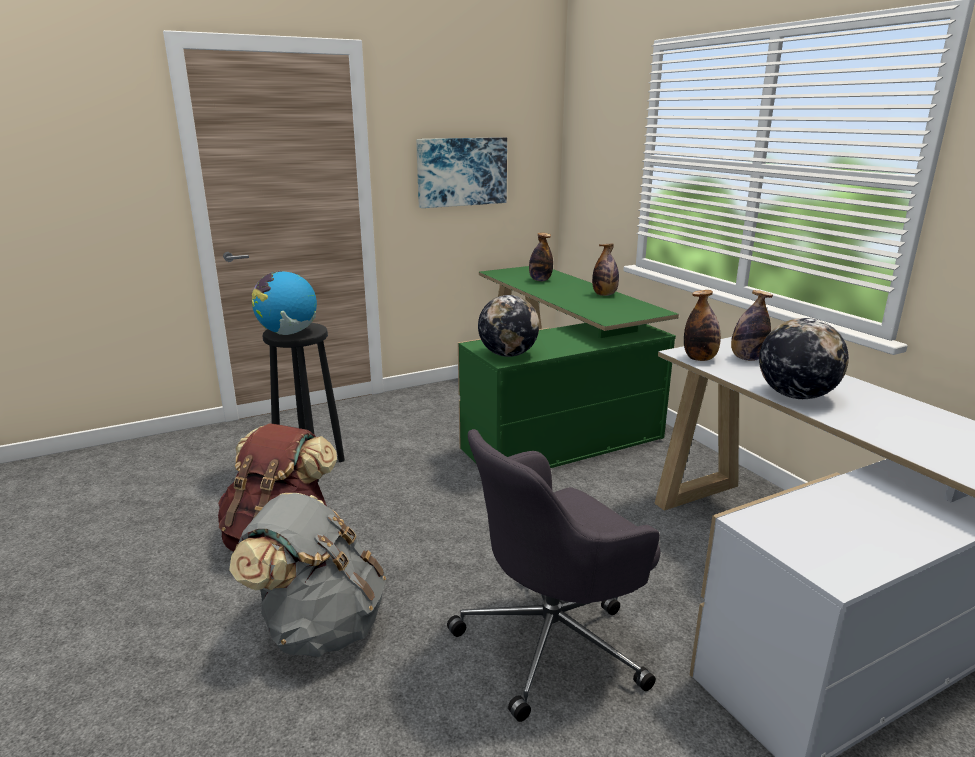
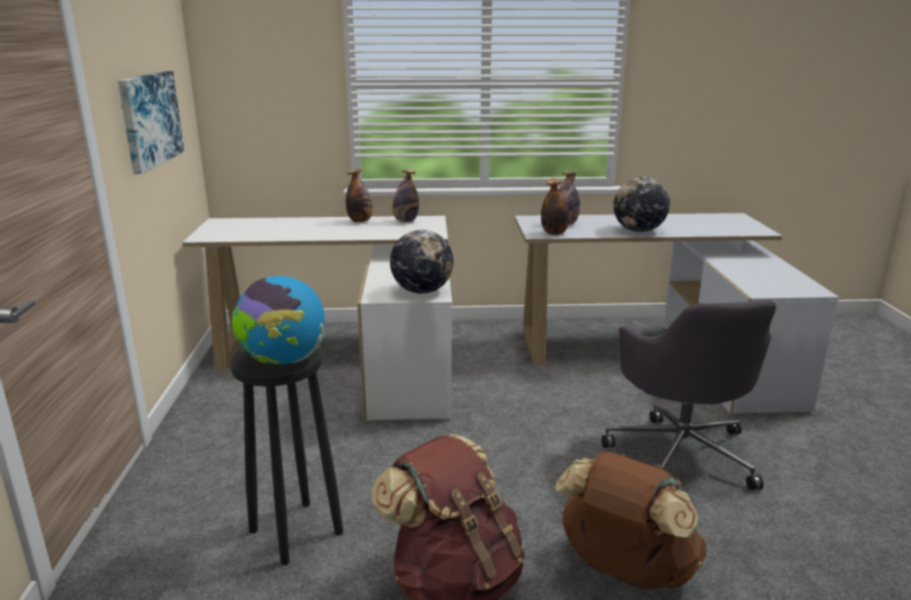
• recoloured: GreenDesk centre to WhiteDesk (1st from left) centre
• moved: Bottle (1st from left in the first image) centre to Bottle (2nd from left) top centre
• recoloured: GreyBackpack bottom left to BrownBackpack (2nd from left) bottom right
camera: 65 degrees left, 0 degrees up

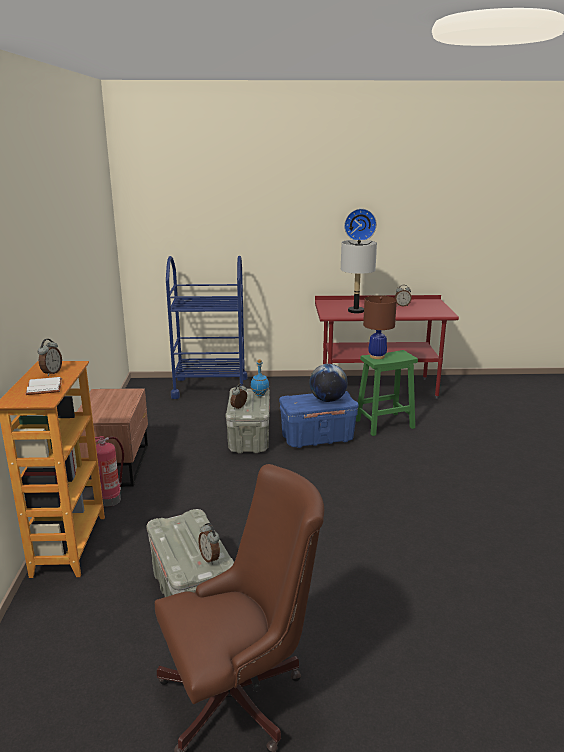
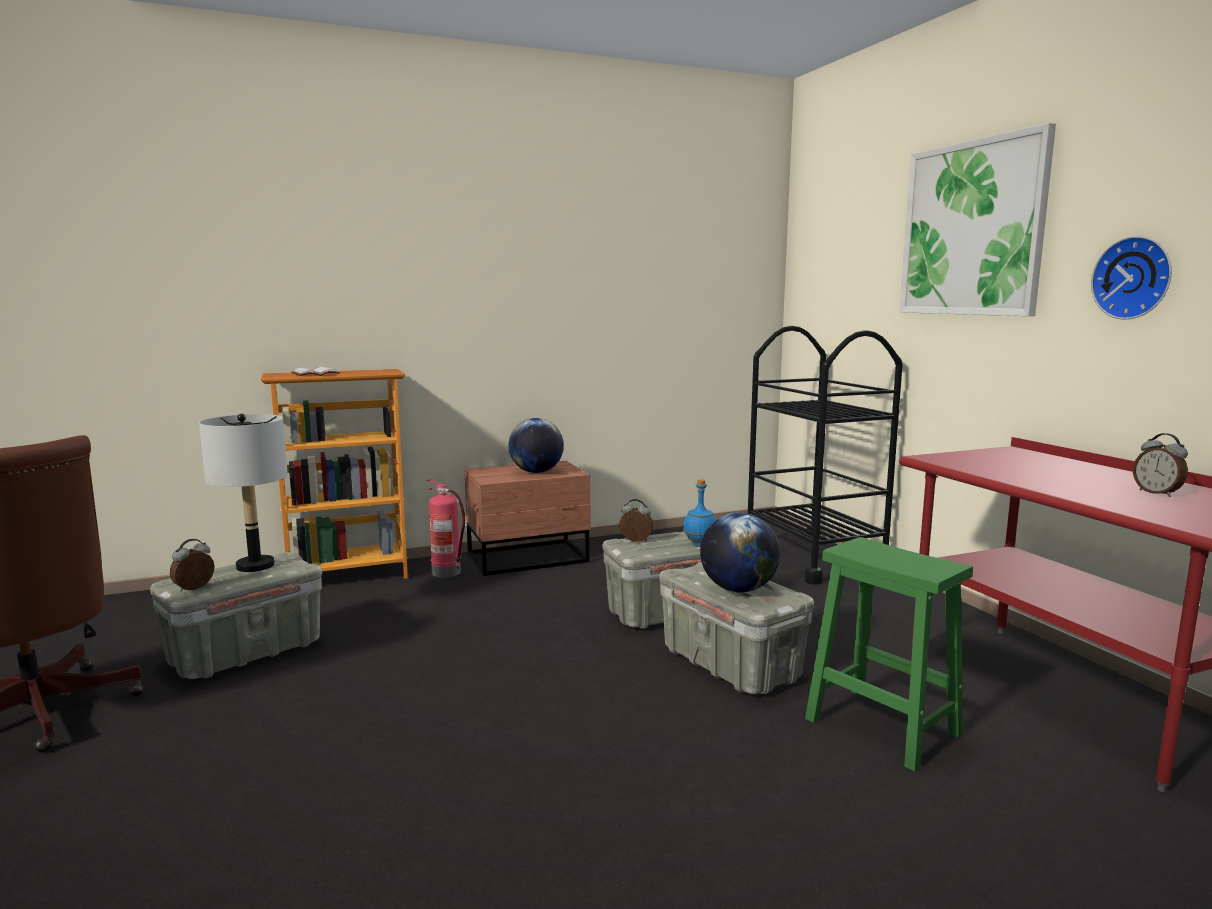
• moved: GreyTableLamp centre to middle left
• added: Globe (1st from left) centre
• recoloured: BlueStorageBox centre to GreyStorageBox (3rd from left) bottom centre
• recoloured: BlueCart centre to BlackCart middle right
• added: Picture top right
• removed: AlarmClock (1st from left) middle left
• removed: BrownTableLamp middle right
camera: 70 degrees right, 10 degrees down

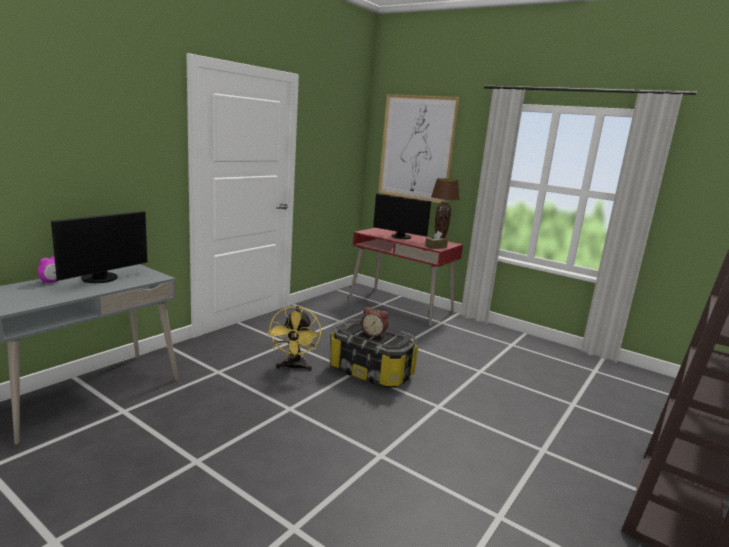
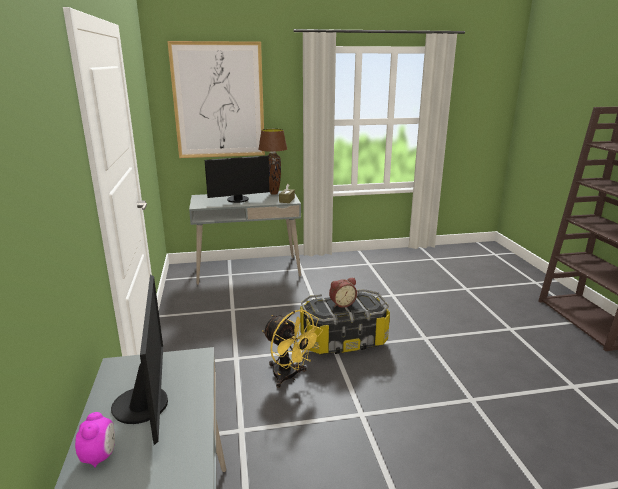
• recoloured: RedDesk centre to GreyDesk (2nd from left) centre
camera: 45 degrees left, 5 degrees up

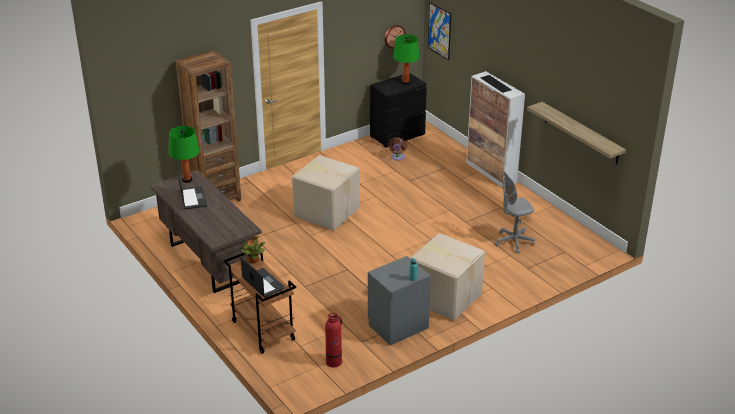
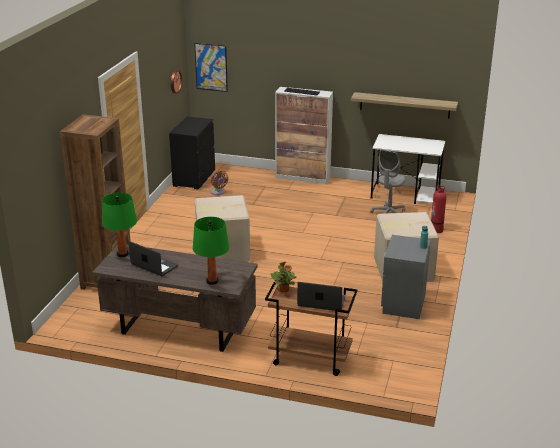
• moved: GreenTableLamp (2nd from left) top centre to centre
• added: WhiteDesk middle right
• moved: FireExtinguisher bottom centre to middle right
camera: 40 degrees left, 5 degrees down

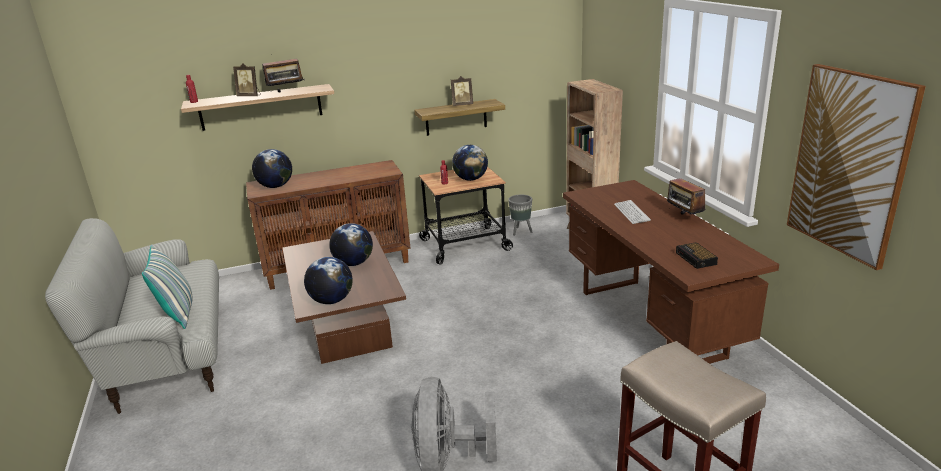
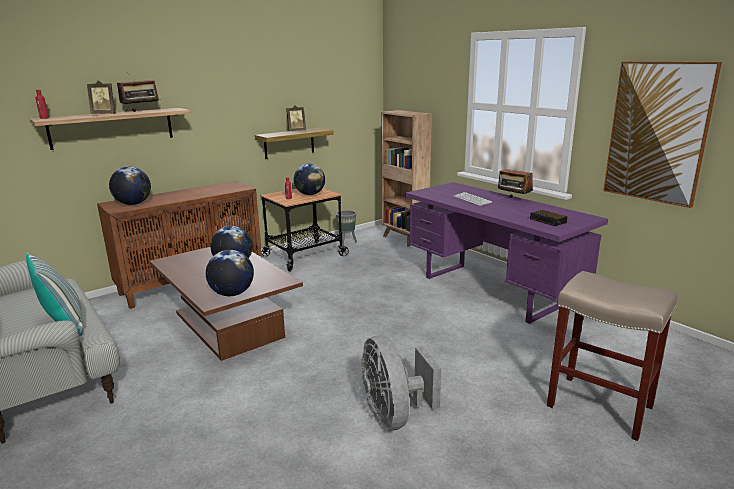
• recoloured: BrownDesk middle right to PurpleDesk middle right
camera: 20 degrees left, 5 degrees down

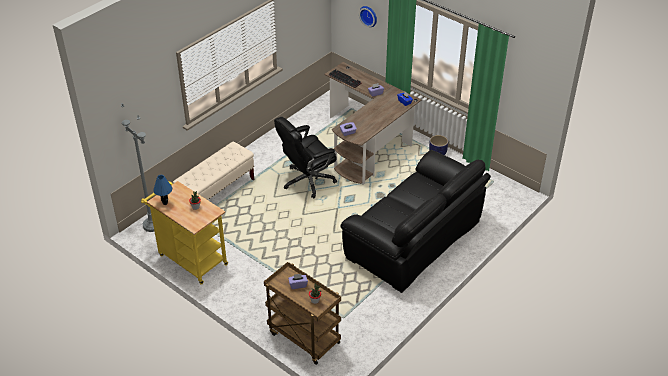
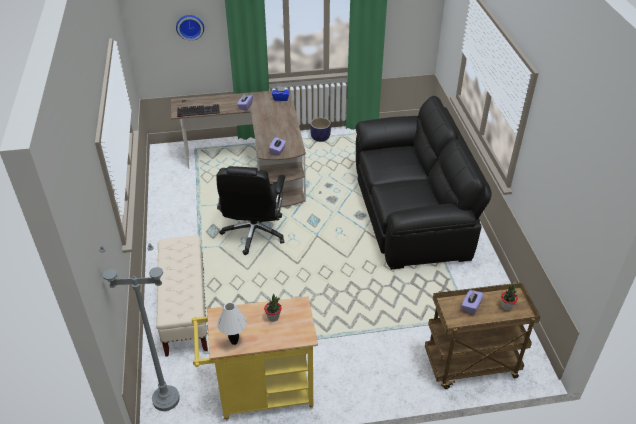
• recoloured: BlueTableLamp middle left to WhiteTableLamp bottom centre
camera: 50 degrees left, 0 degrees up

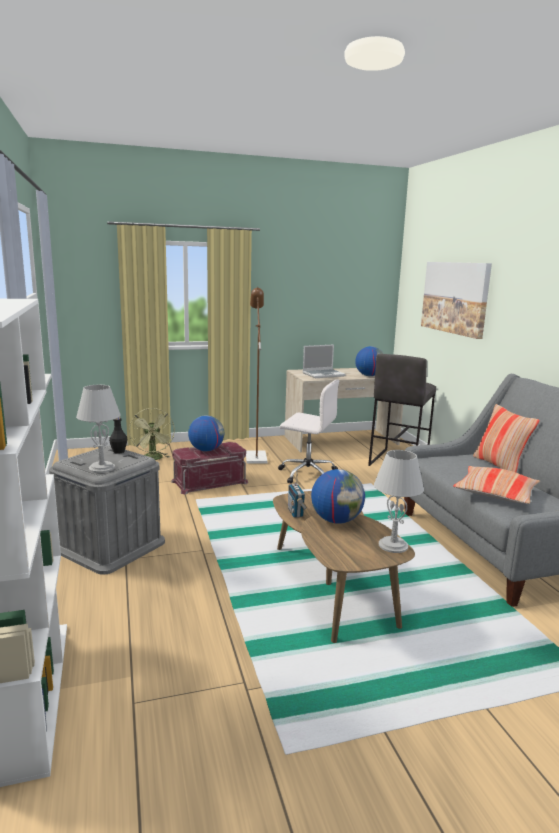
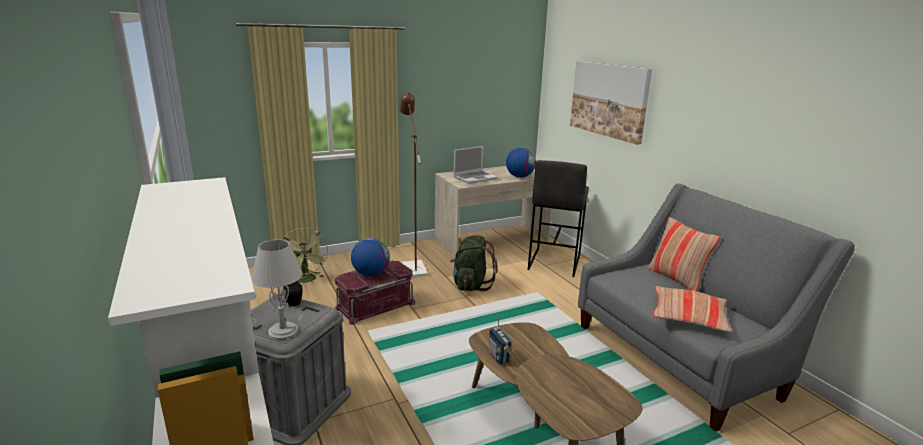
• replaced: WhiteOfficeChair centre to GreenBackpack centre
• removed: Globe (2nd from left) centre
• removed: GreyTableLamp (2nd from left) middle right
camera: 10 degrees left, 5 degrees up

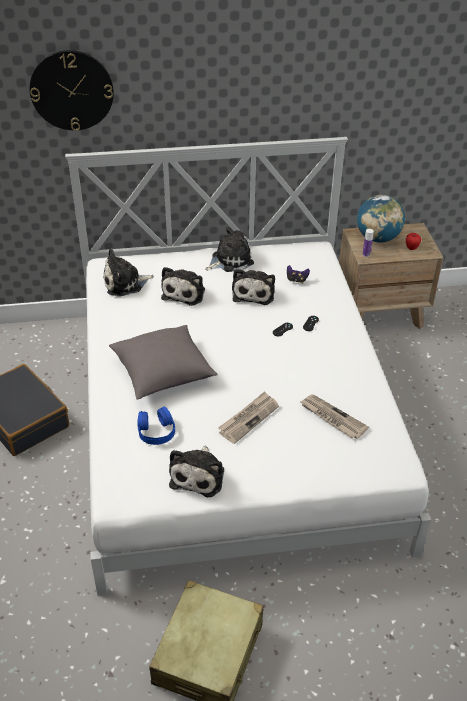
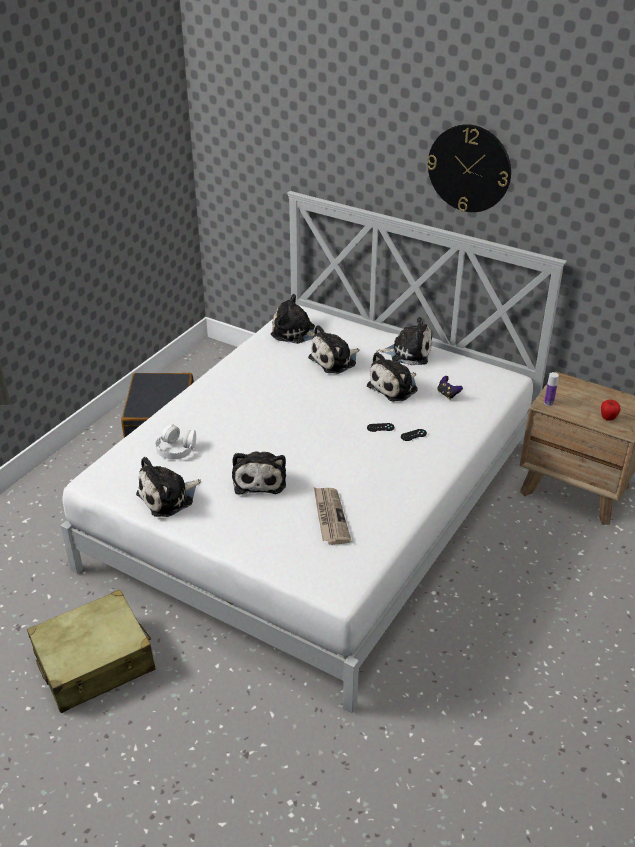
• recoloured: BlueHeadphones centre to WhiteHeadphones middle left
• replaced: Newspaper (1st from left) centre to PlushToy (2nd from left) centre
• moved: WallClock top left to top right
• removed: GreyPillow centre
• removed: Globe top right
camera: 40 degrees right, 5 degrees down

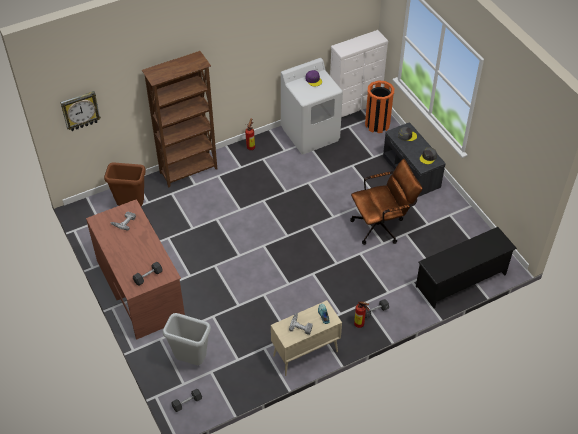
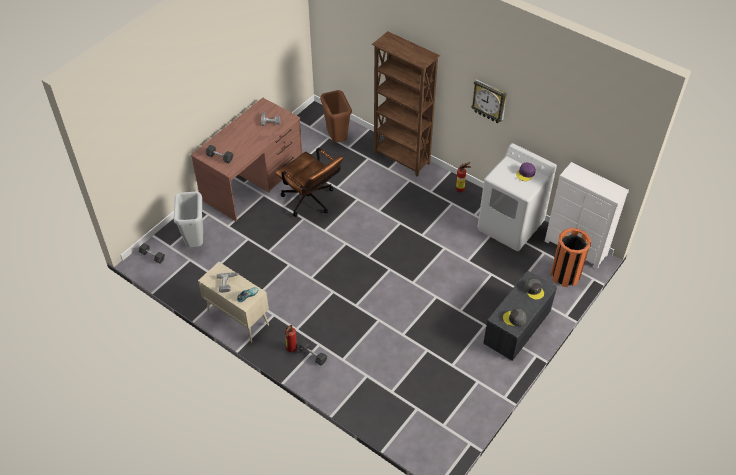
• moved: BrownOfficeChair middle right to centre
• moved: WallClock top left to top centre
• removed: BlackShoeRack middle right
camera: 65 degrees right, 0 degrees up

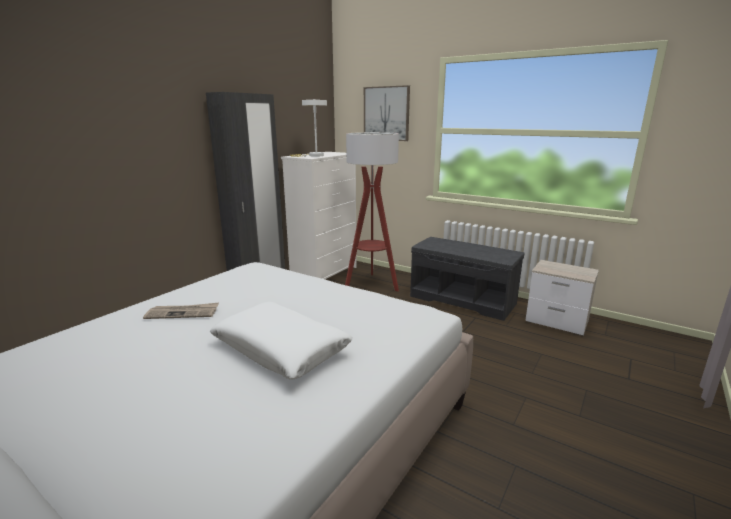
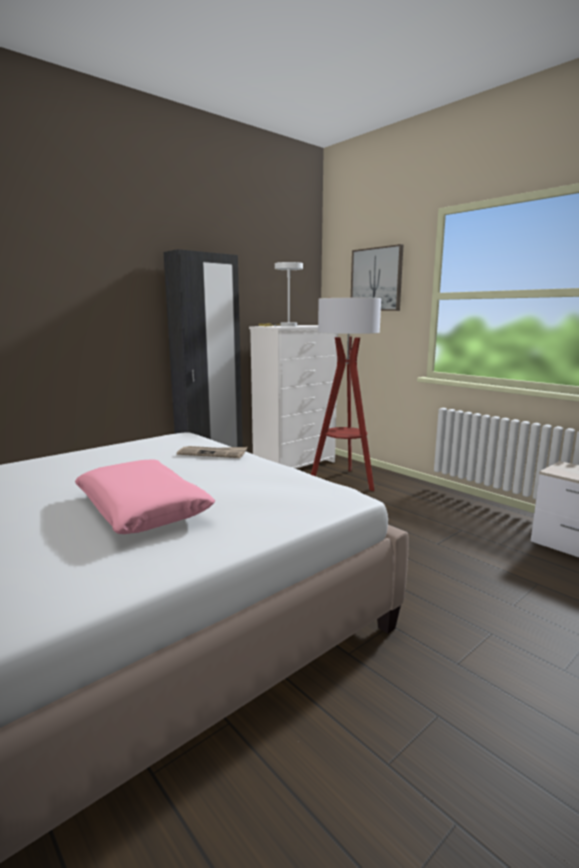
• recoloured: WhitePillow centre to PinkPillow middle left
• moved: Newspaper middle left to centre
• removed: GreyBench centre
camera: 15 degrees right, 5 degrees down

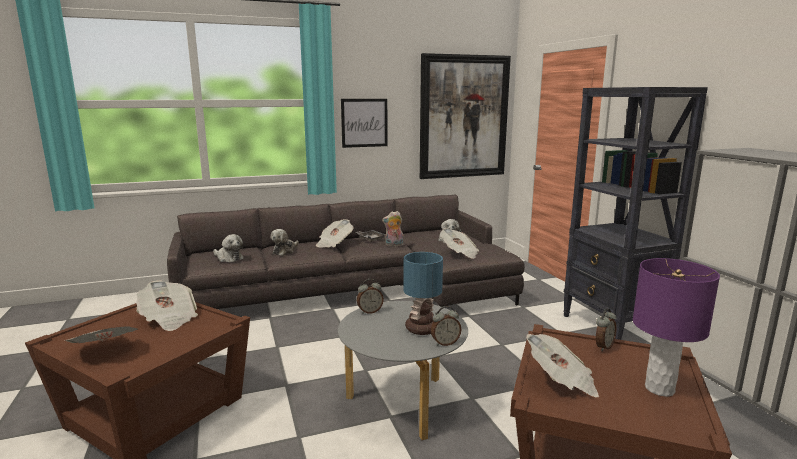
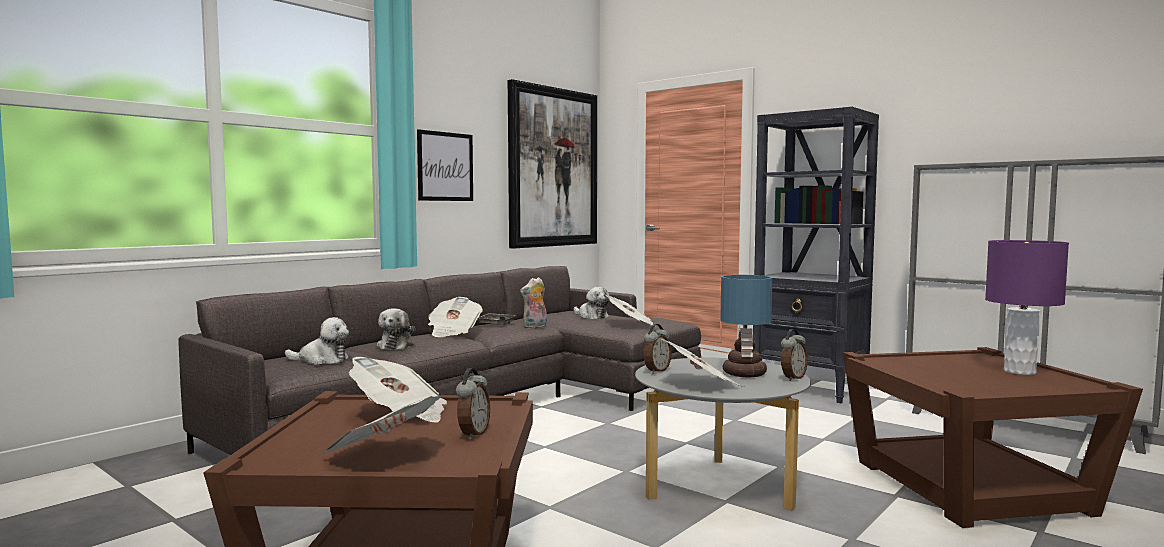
• moved: AlarmClock (3rd from left in the first image) bottom right to AlarmClock (1st from left) bottom centre
• moved: Newspaper (5th from left) bottom right to centre
camera: 30 degrees left, 10 degrees down

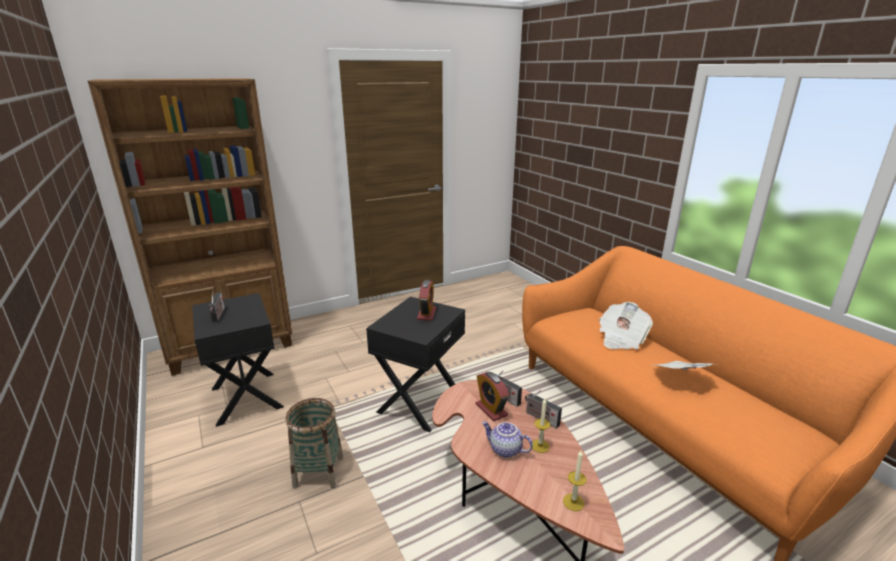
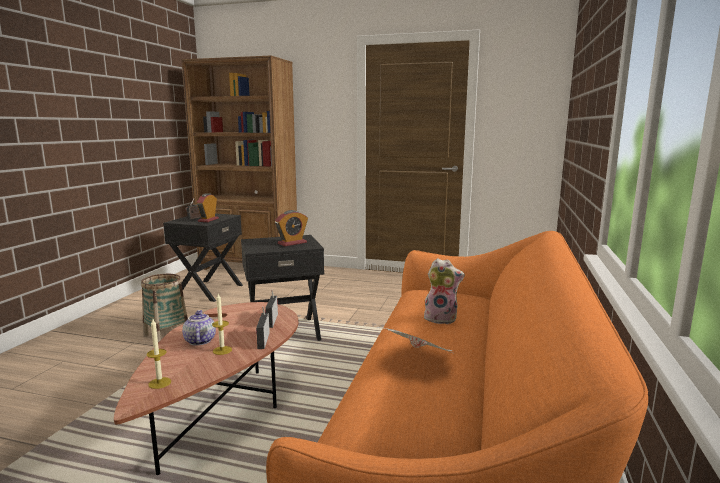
• moved: AlarmClock (2nd from left in the first image) bottom centre to AlarmClock (1st from left) middle left
• replaced: Newspaper (1st from left) middle right to PlushToy centre
camera: 45 degrees right, 10 degrees down

